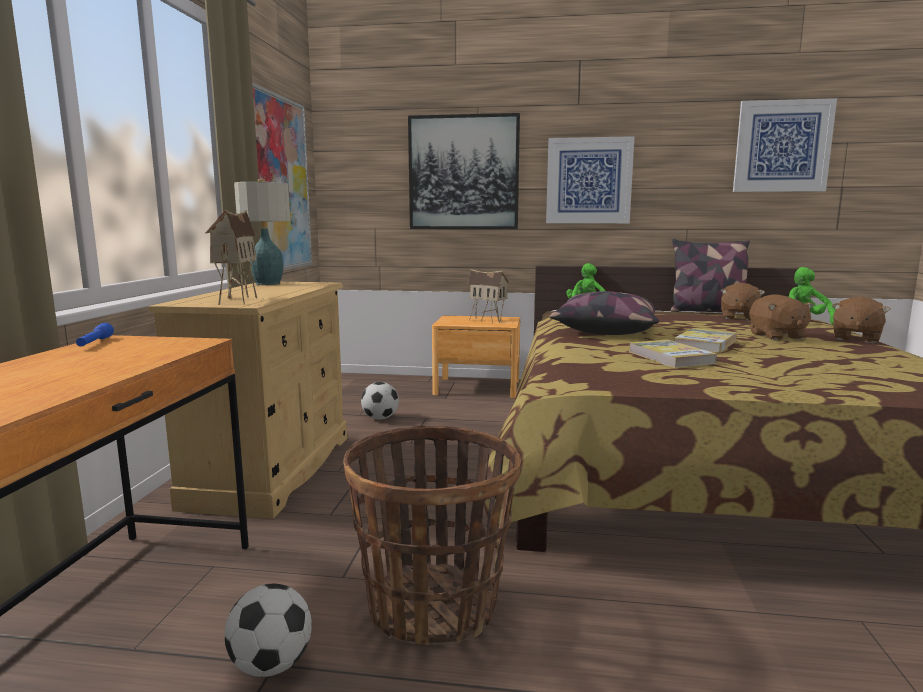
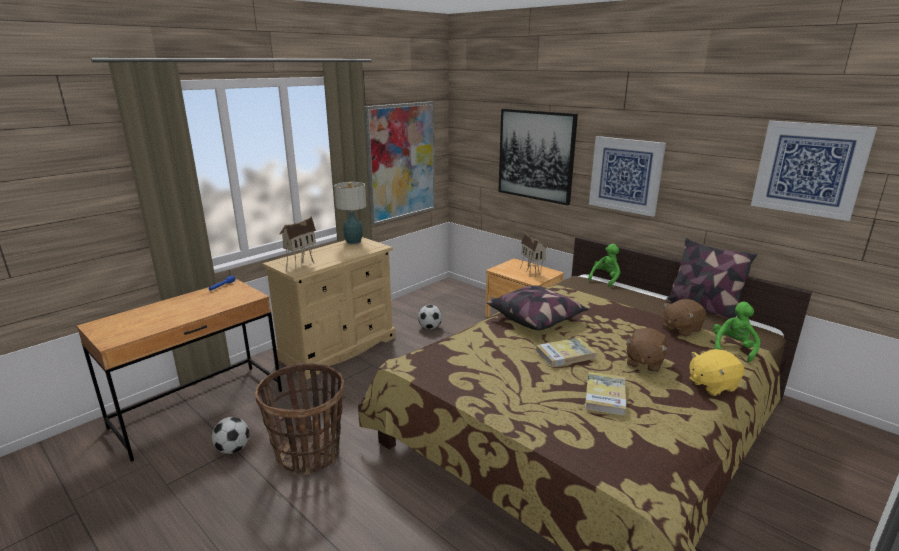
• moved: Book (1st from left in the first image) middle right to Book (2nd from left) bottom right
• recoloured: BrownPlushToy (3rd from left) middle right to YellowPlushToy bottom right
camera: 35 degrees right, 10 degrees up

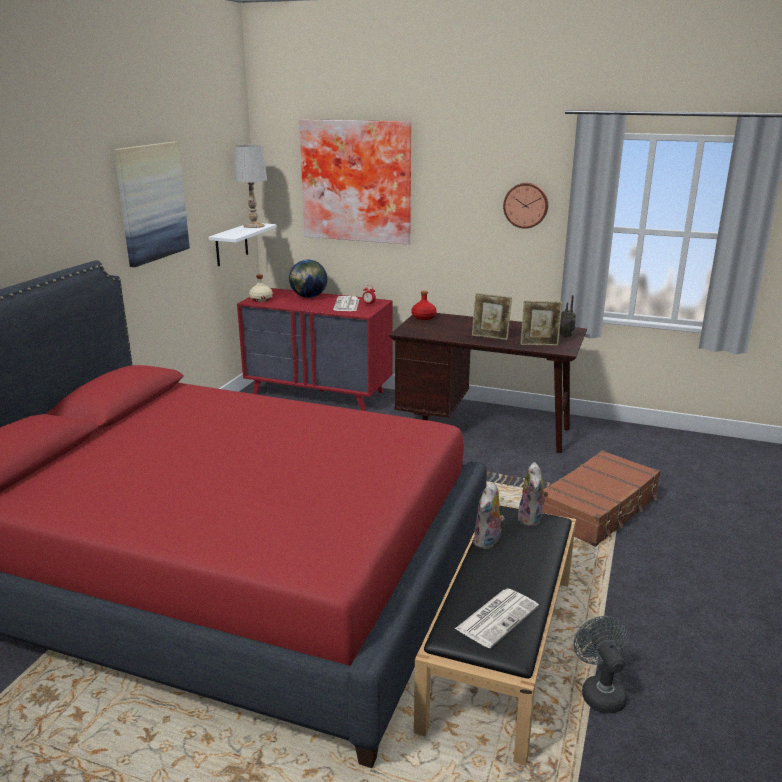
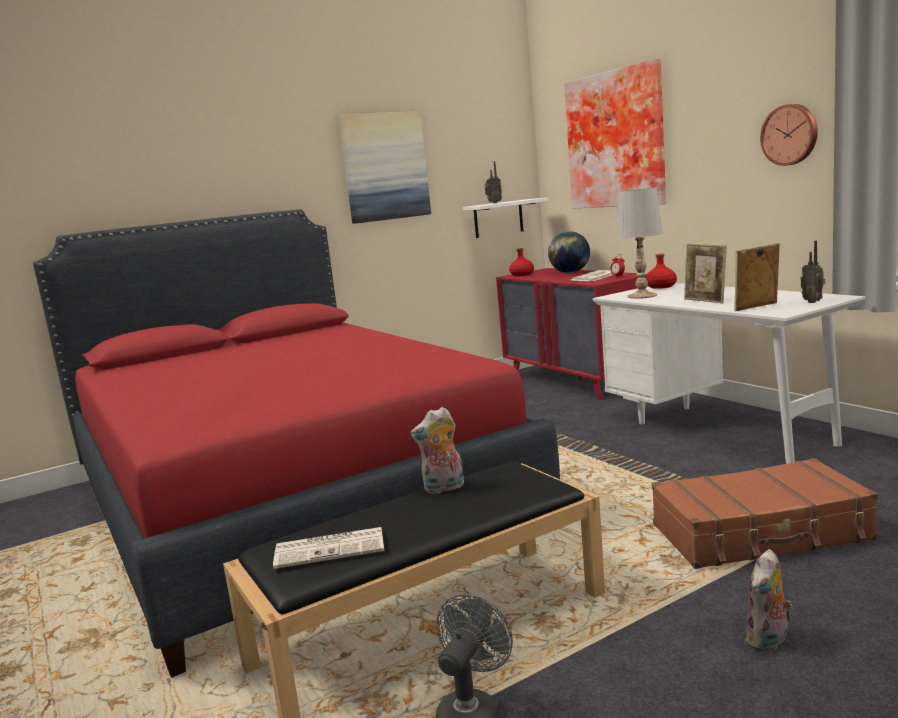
• added: Radio (1st from left) top centre
• recoloured: BeigeBottle centre to RedBottle (1st from left) centre
• recoloured: BrownDesk centre to WhiteDesk middle right
• moved: WhiteTableLamp top left to middle right
• turned: PictureFrame (2nd from left) middle right = middle right 120 degrees clockwise
• moved: PlushToy (2nd from left) middle right to bottom right
camera: 40 degrees right, 10 degrees down

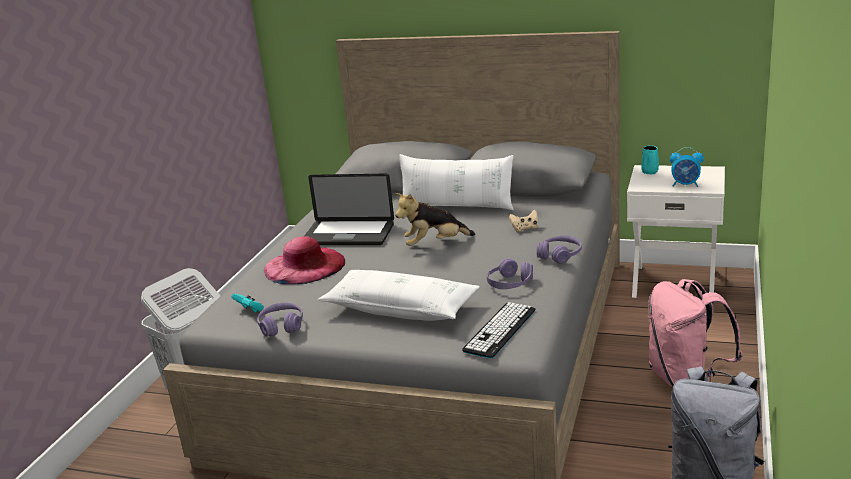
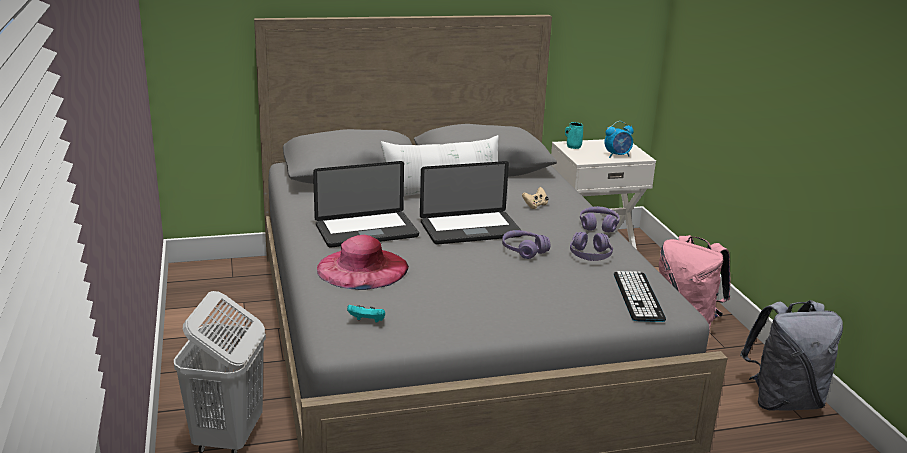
• replaced: PlushToy centre to Laptop (2nd from left) centre
• moved: PurpleHeadphones (1st from left) bottom left to centre
• removed: WhitePillow (1st from left) centre
camera: 35 degrees left, 0 degrees up

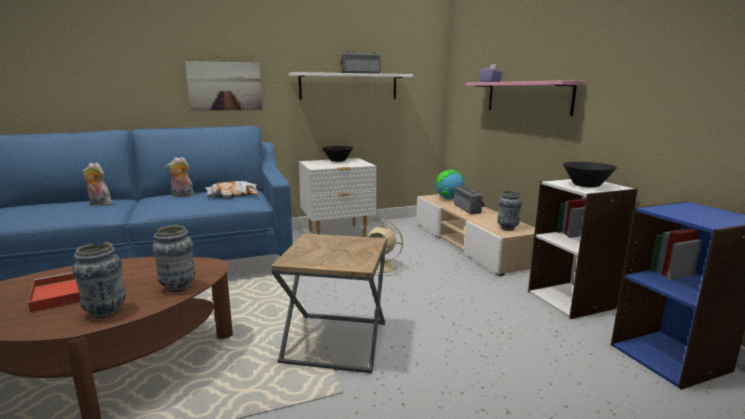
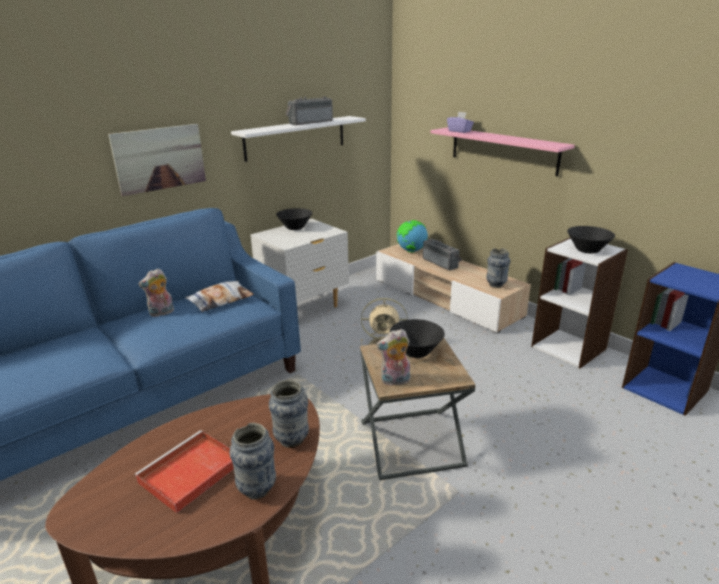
• moved: PlushToy (1st from left in the first image) middle left to PlushToy (2nd from left) centre
• added: BlackBowl (2nd from left) centre
camera: 20 degrees left, 10 degrees up

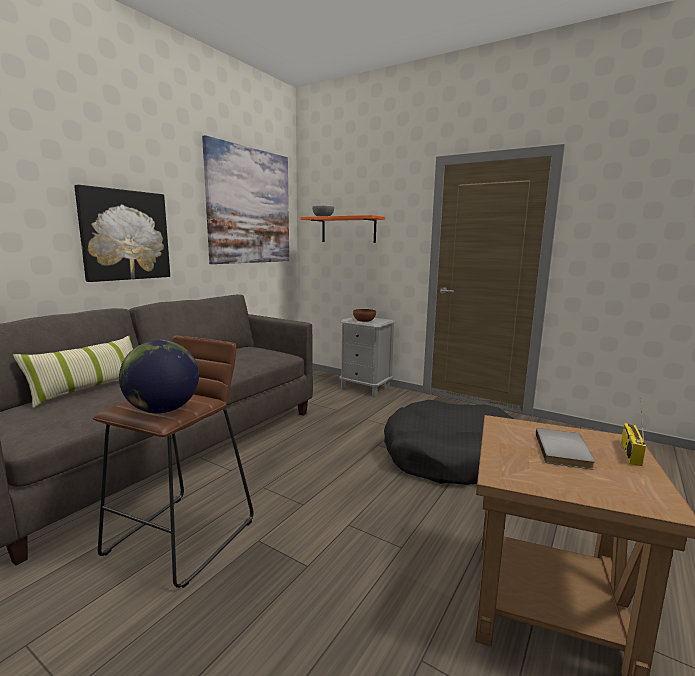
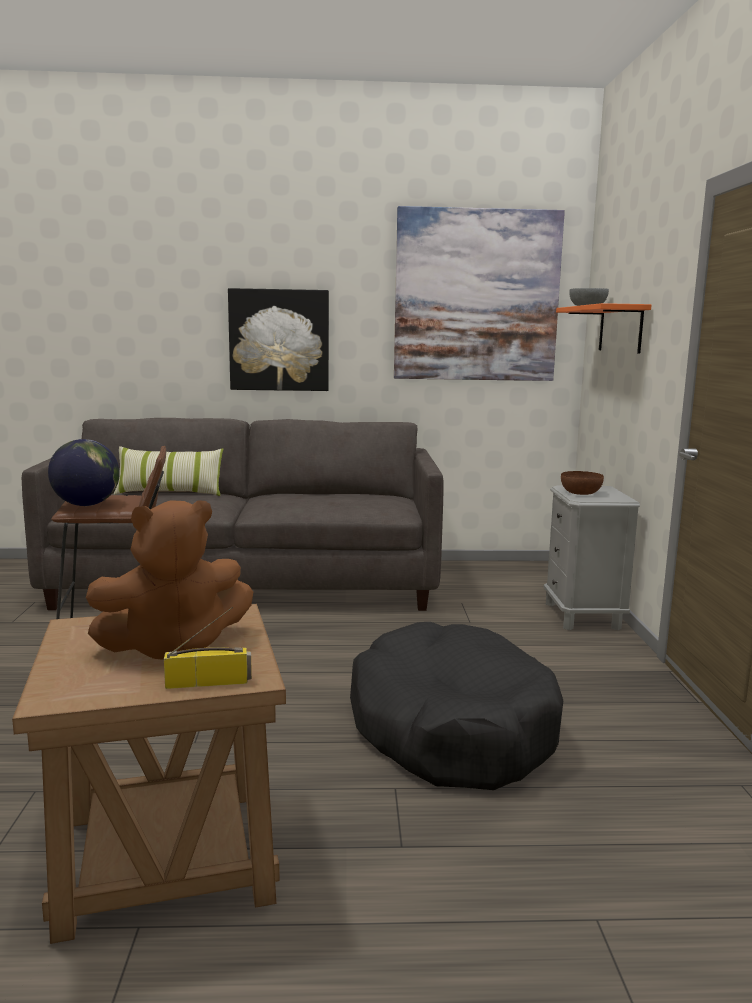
• replaced: GreyBook middle right to BrownPlushToy middle left
camera: 55 degrees right, 0 degrees up

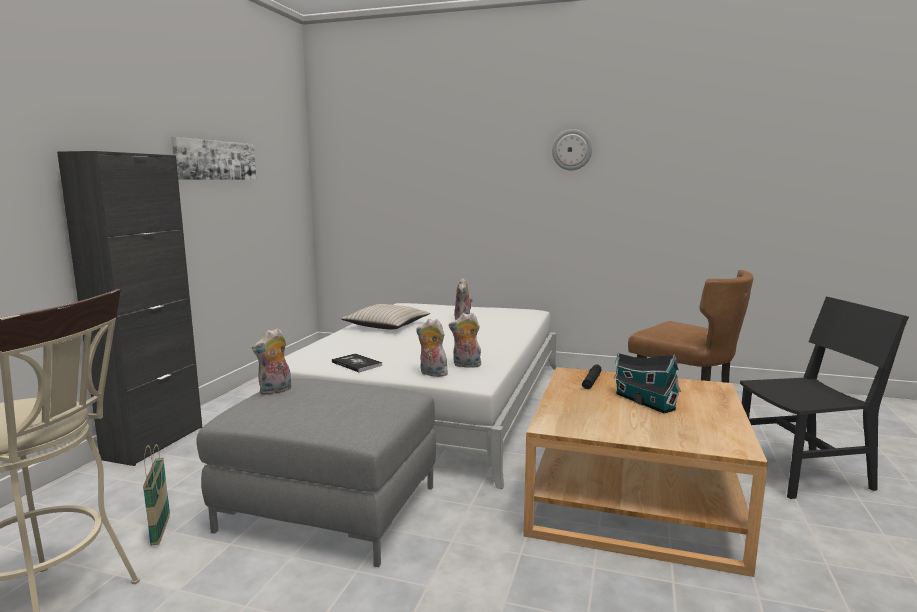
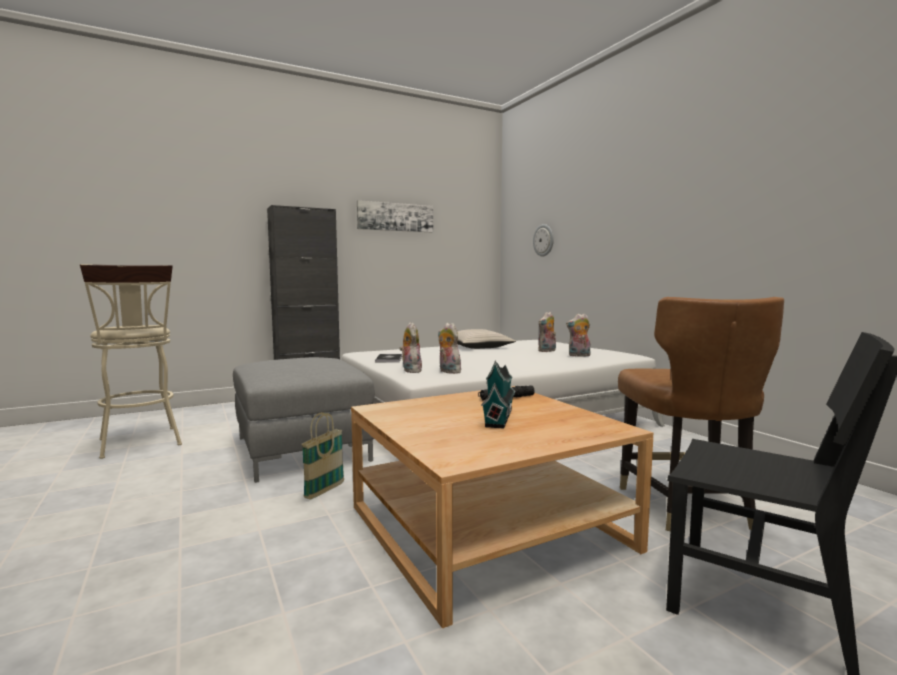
• moved: Basket bottom left to bottom centre
• moved: WallClock top centre to centre
• moved: PlushToy (1st from left in the first image) middle left to PlushToy (4th from left) centre
camera: 45 degrees right, 5 degrees down

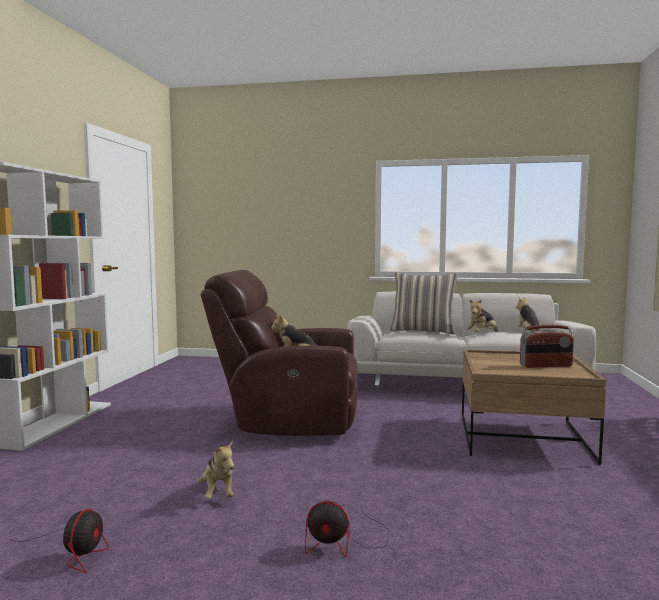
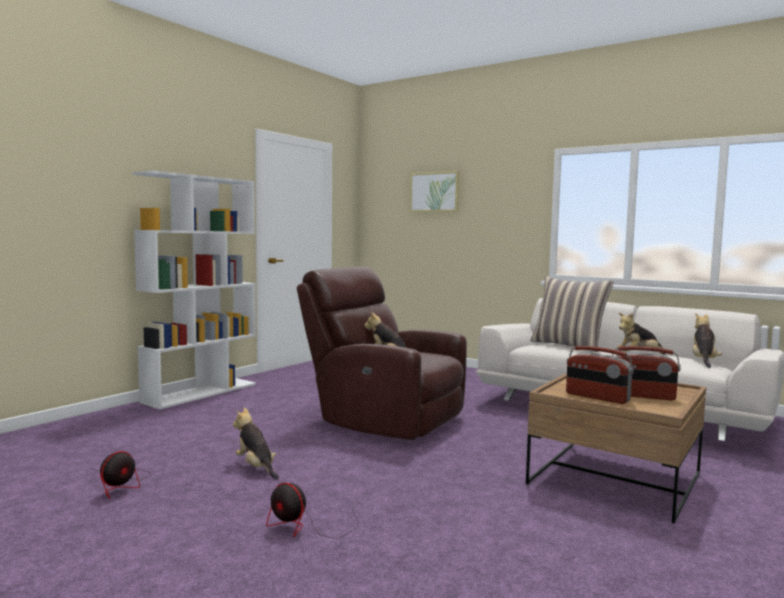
• turned: PlushToy (1st from left) bottom left = bottom left 135 degrees clockwise
• added: Picture top centre
• added: Radio (1st from left) middle right
camera: 25 degrees right, 0 degrees up

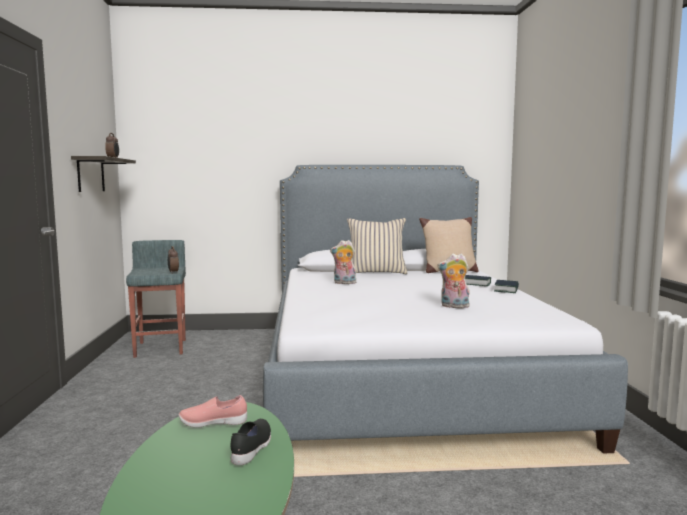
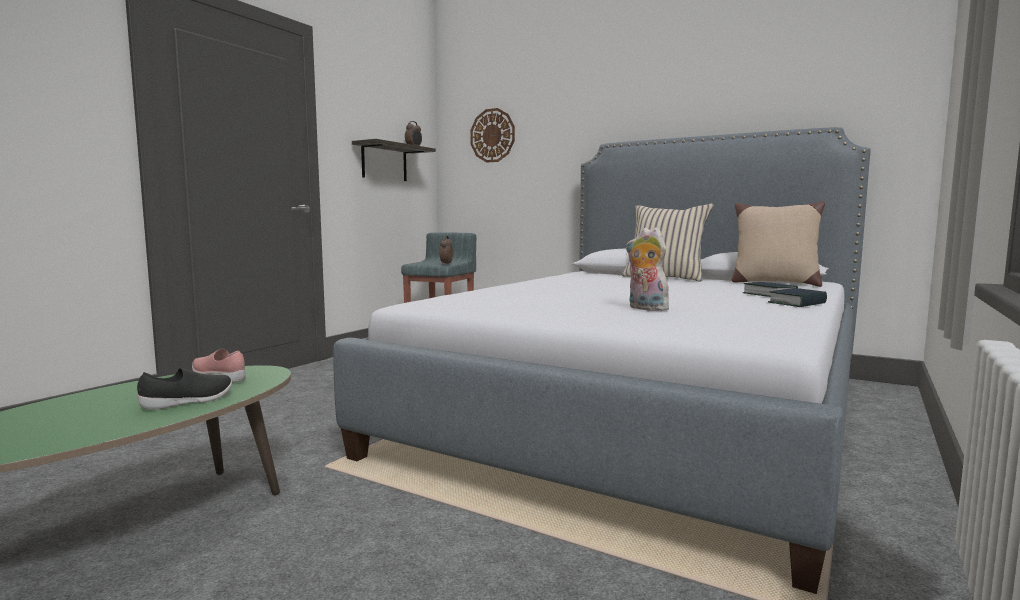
• added: WallClock top centre
• removed: PlushToy (1st from left) centre
camera: 35 degrees right, 0 degrees up

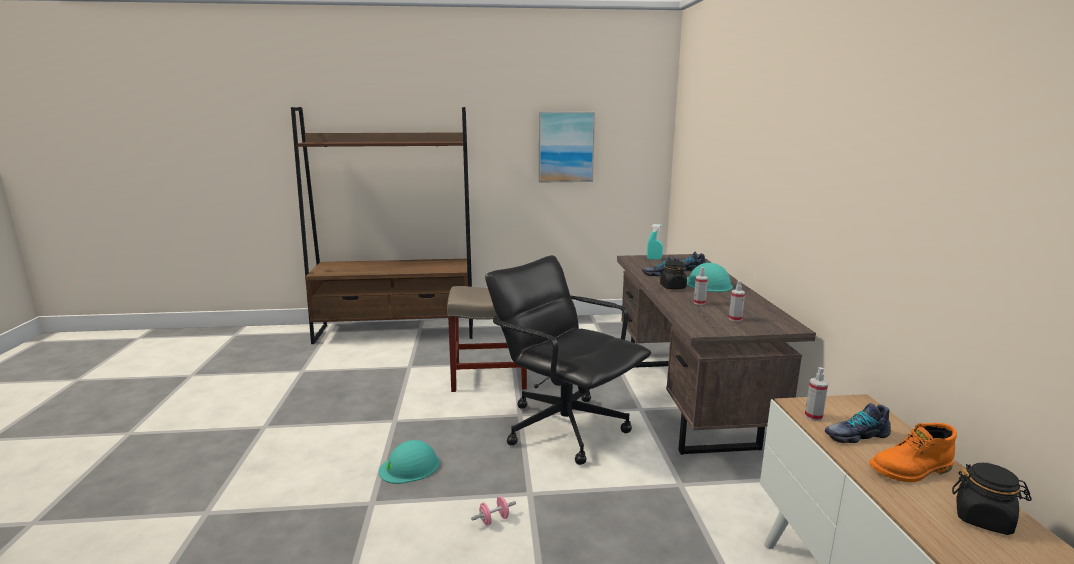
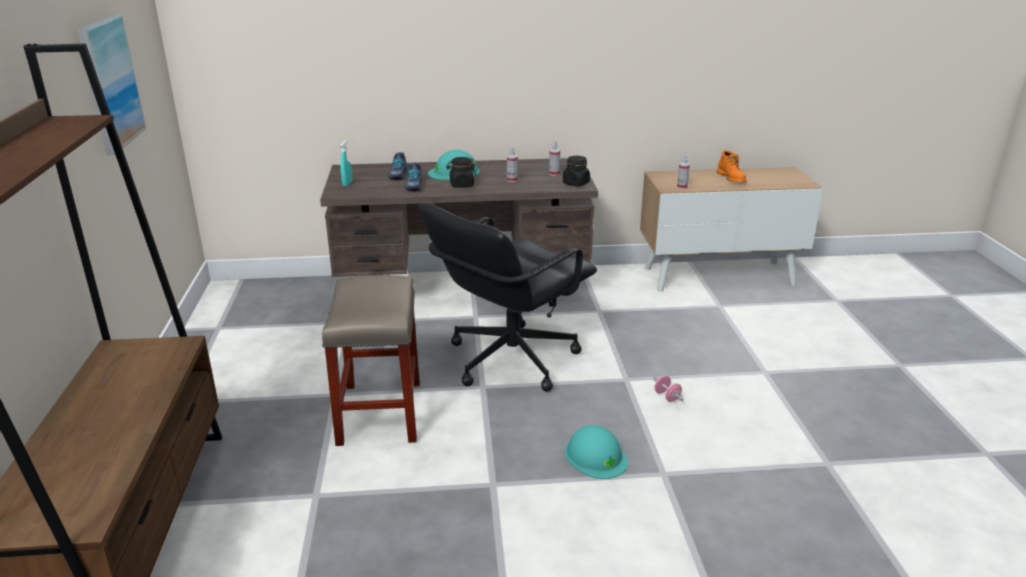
• moved: BlackJar (2nd from left) bottom right to top centre
• removed: Shoe (3rd from left) bottom right
camera: 90 degrees left, 10 degrees up

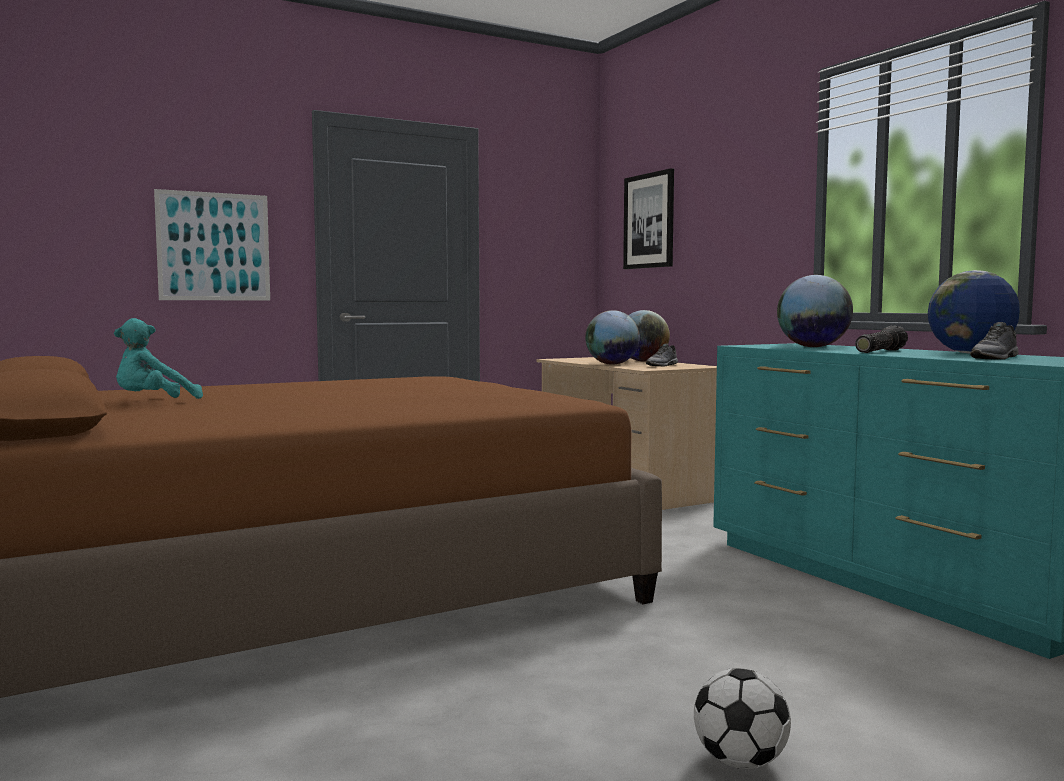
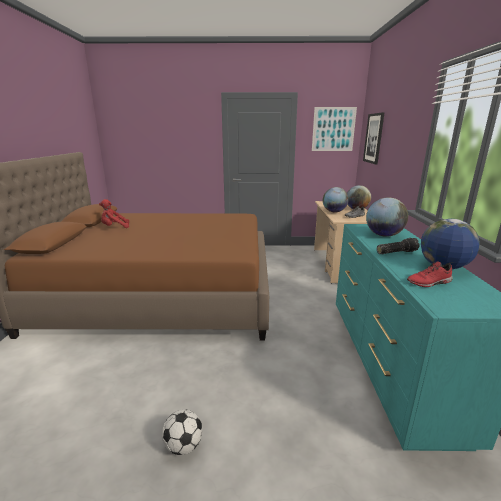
• recoloured: TurquoisePlushToy middle left to RedPlushToy middle left
• moved: Picture (1st from left) top left to top right
• recoloured: GreyShoe (2nd from left) middle right to RedShoe middle right
camera: 30 degrees right, 15 degrees up

